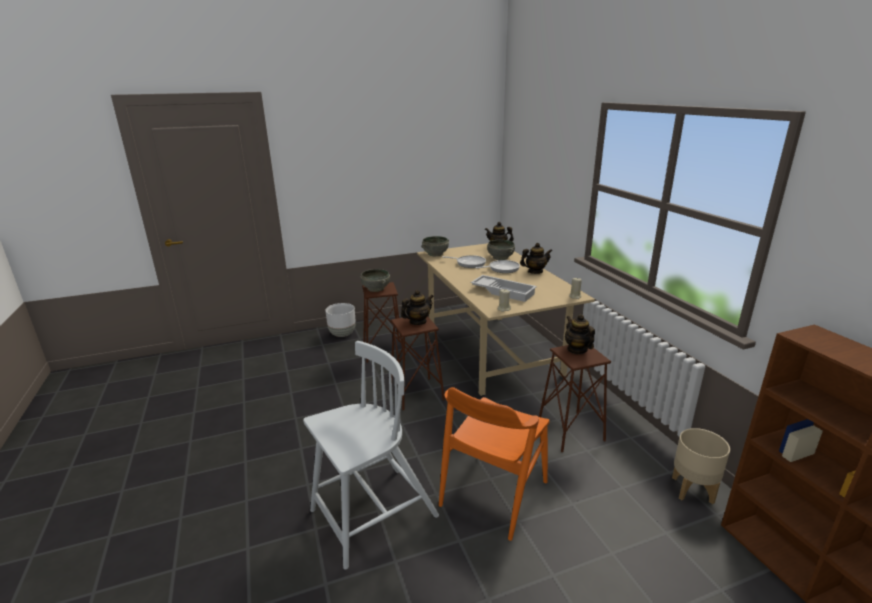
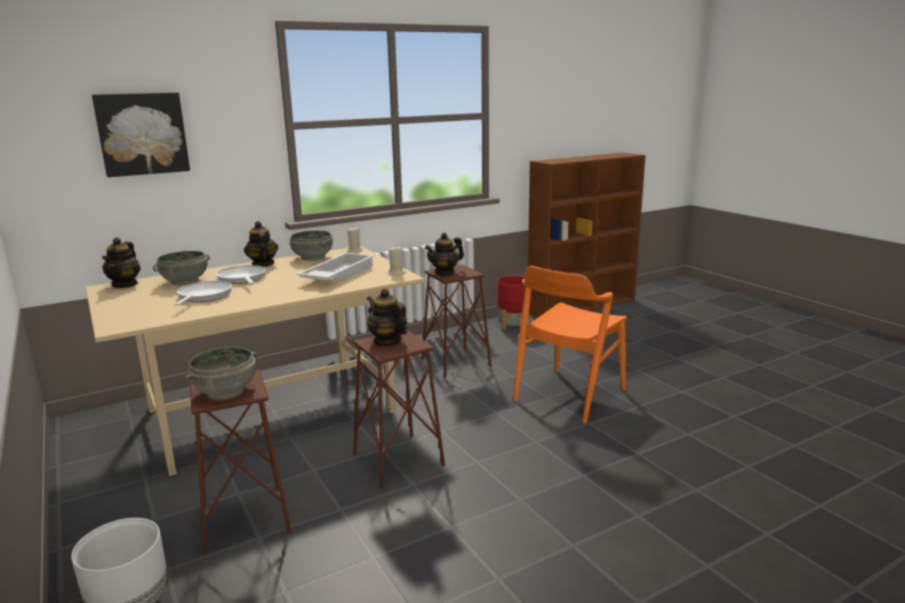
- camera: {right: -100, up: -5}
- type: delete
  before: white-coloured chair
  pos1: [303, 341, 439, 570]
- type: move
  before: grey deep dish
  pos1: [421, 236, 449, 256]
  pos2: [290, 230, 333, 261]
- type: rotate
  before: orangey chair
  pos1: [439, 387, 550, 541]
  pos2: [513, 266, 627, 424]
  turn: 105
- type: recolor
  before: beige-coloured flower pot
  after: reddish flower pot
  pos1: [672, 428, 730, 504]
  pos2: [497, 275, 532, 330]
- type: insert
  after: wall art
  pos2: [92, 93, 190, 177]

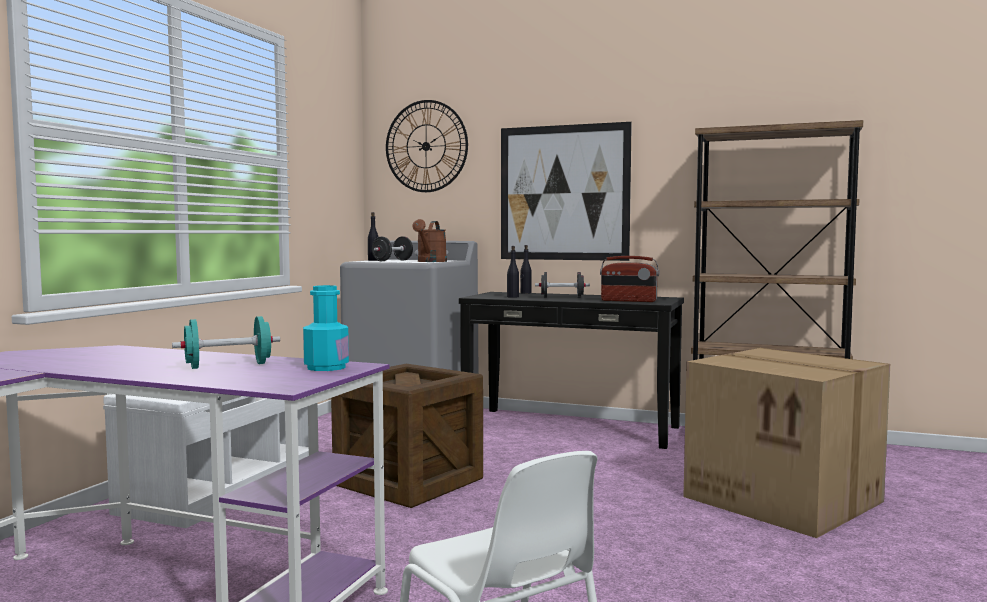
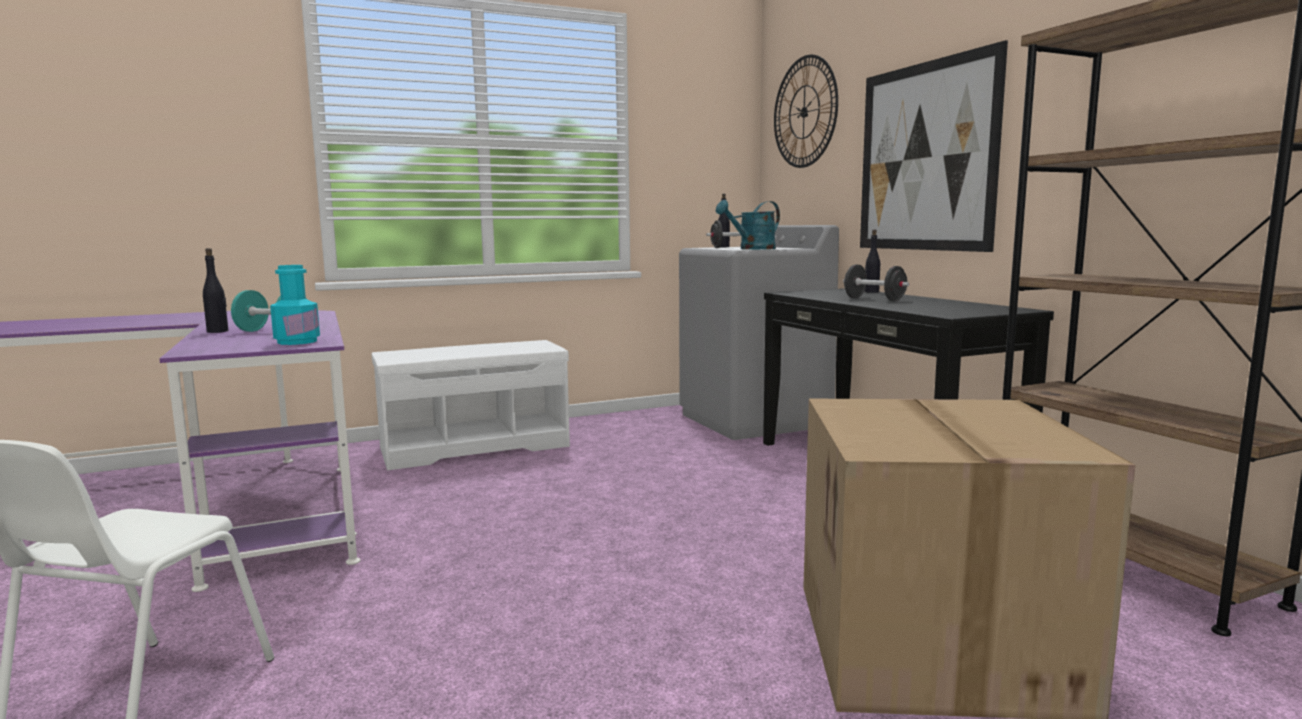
- camera: {right: 45, up: 5}
- type: delete
  before: shipping crate
  pos1: [331, 364, 483, 508]
- type: recolor
  before: brown-coloured watering pot
  after: blue-green watering pot
  pos1: [412, 219, 447, 262]
  pos2: [716, 200, 780, 250]
- type: move
  before: black drink bottle
  pos1: [507, 246, 519, 298]
  pos2: [203, 248, 228, 333]
- type: delete
  before: radio receiver
  pos1: [600, 256, 659, 302]

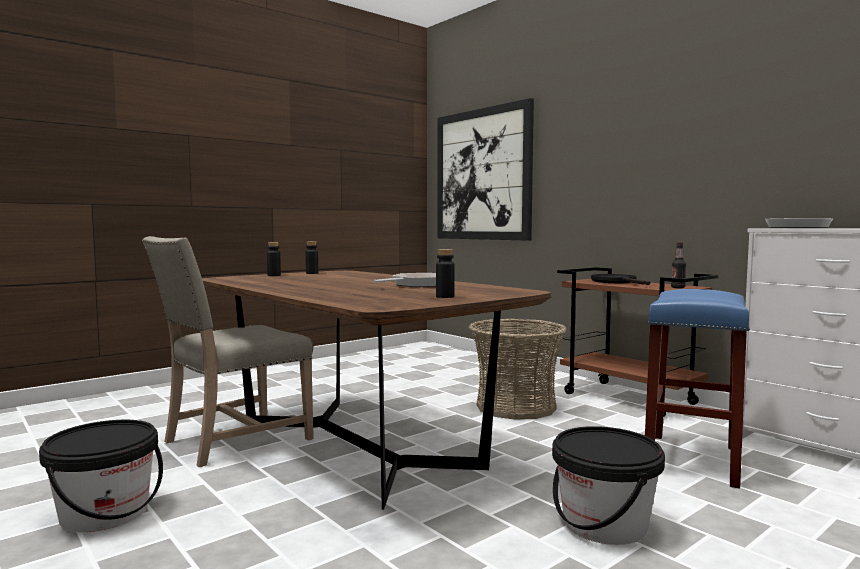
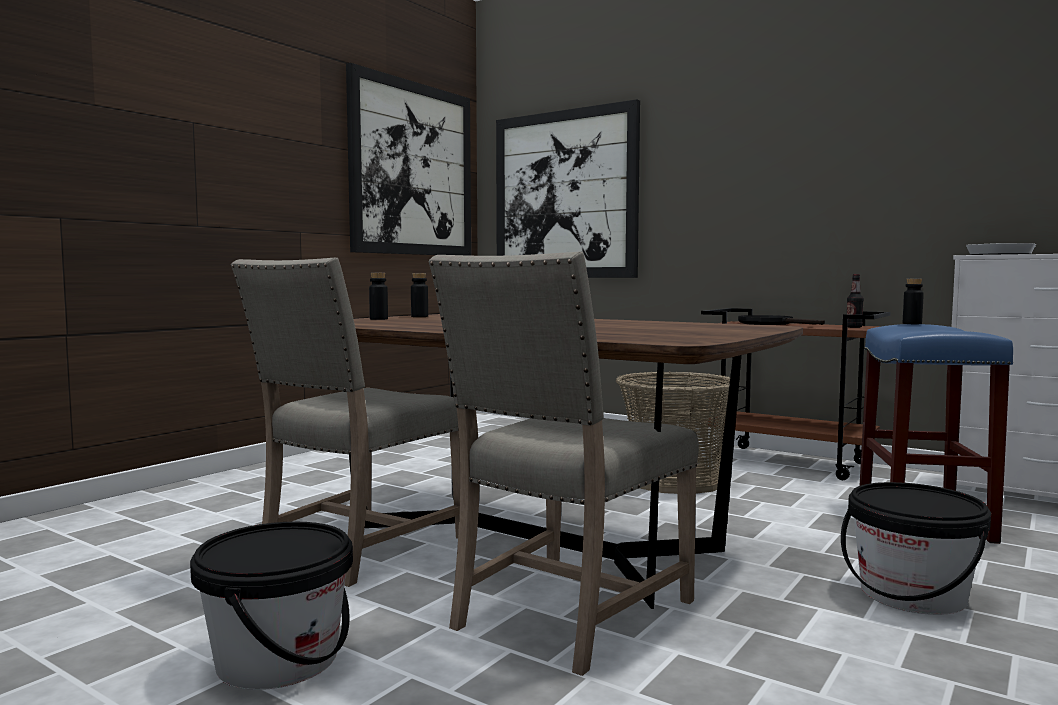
- camera: {right: -15, up: 0}
- type: delete
  before: skillet
  pos1: [373, 273, 436, 287]
- type: move
  before: black drink bottle
  pos1: [436, 249, 455, 298]
  pos2: [903, 279, 924, 324]
- type: insert
  after: wall art
  pos2: [346, 63, 471, 256]
- type: insert
  after: beige-coloured chair
  pos2: [429, 251, 699, 676]

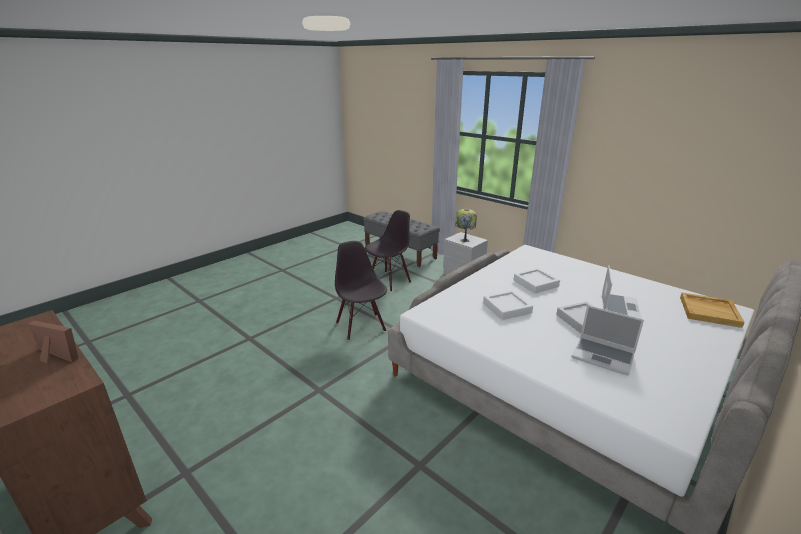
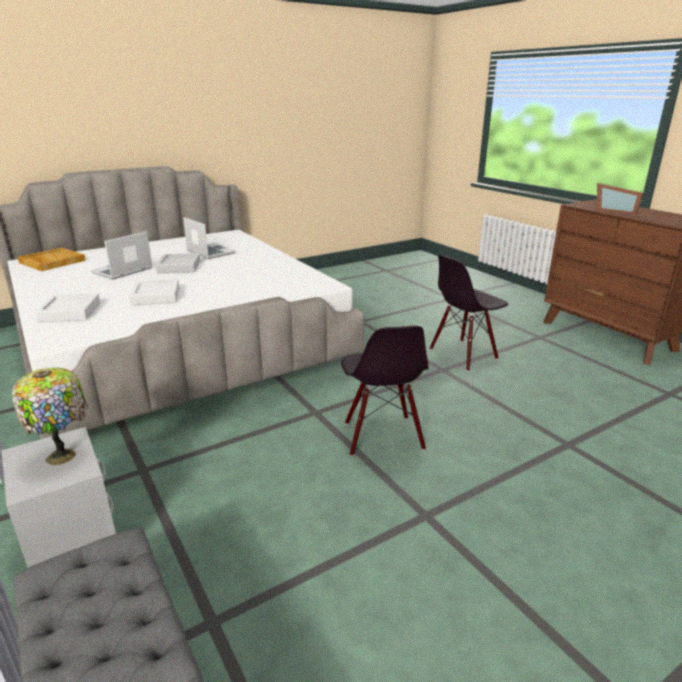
- camera: {right: -165, up: 0}
- type: move
  before: black chair
  pos1: [365, 210, 411, 292]
  pos2: [430, 255, 508, 371]
- type: move
  before: white-coloured tray
  pos1: [483, 290, 533, 320]
  pos2: [35, 293, 100, 322]

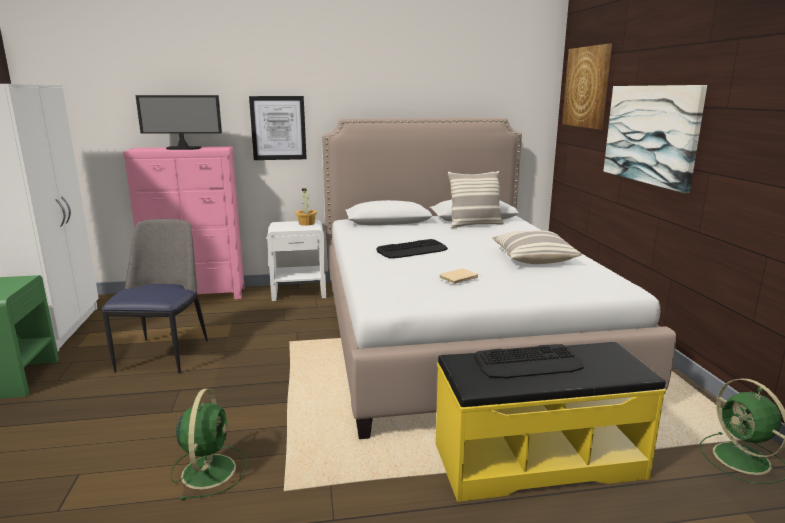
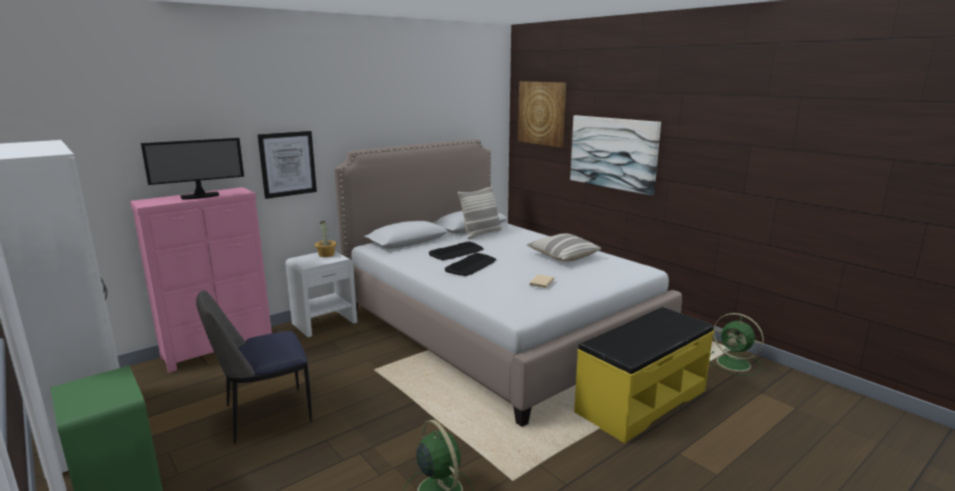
- camera: {right: -30, up: 0}
- type: rotate
  before: chair
  pos1: [102, 219, 208, 374]
  pos2: [196, 290, 312, 443]
  turn: -90
- type: move
  before: computer keyboard
  pos1: [474, 344, 584, 378]
  pos2: [429, 241, 484, 260]

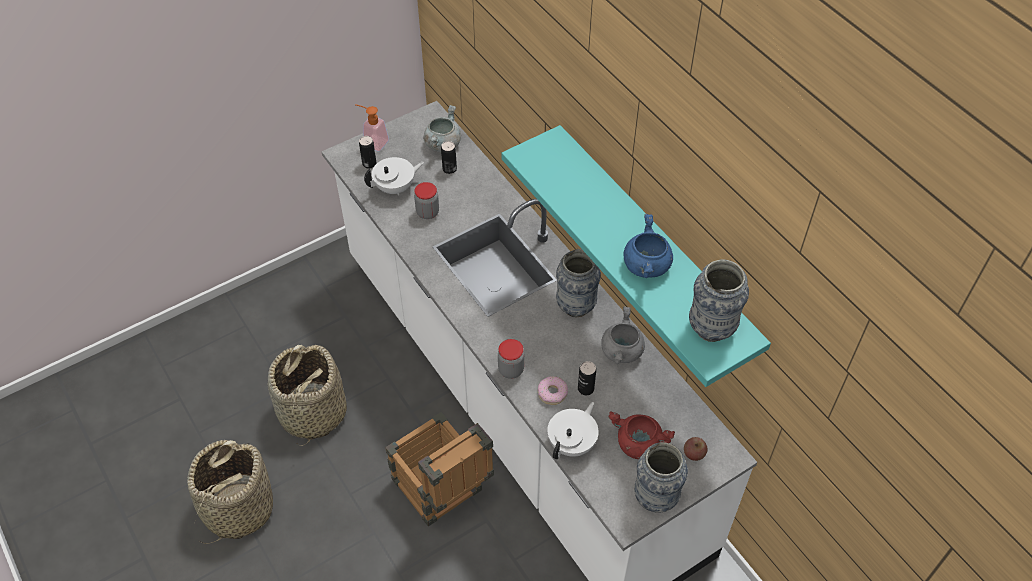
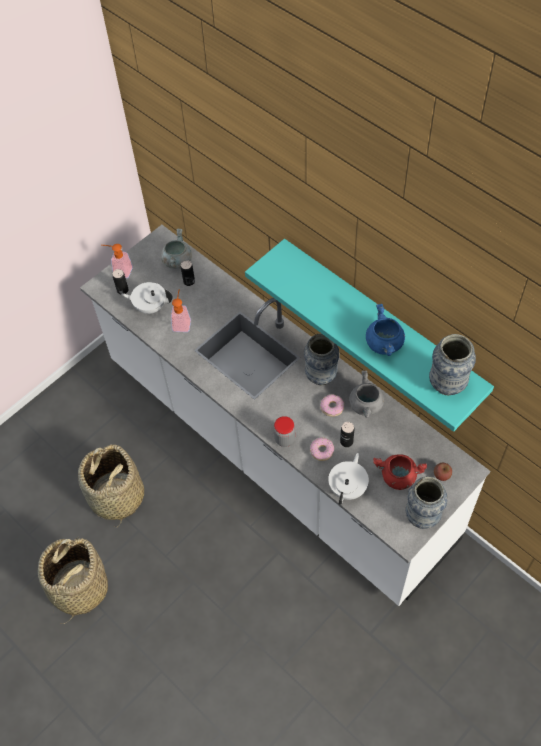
- camera: {right: -10, up: 5}
- type: rotate
  before: white-coloured tea pot
  pos1: [364, 157, 424, 196]
  pos2: [121, 282, 172, 314]
  turn: -135
- type: delete
  before: shipping crate
  pos1: [385, 412, 494, 527]
- type: replace
  before: storage jar
  after: liquid soap bottle
  pos1: [414, 182, 439, 219]
  pos2: [171, 289, 191, 332]
- type: insert
  after: donut
  pos2: [320, 394, 344, 417]

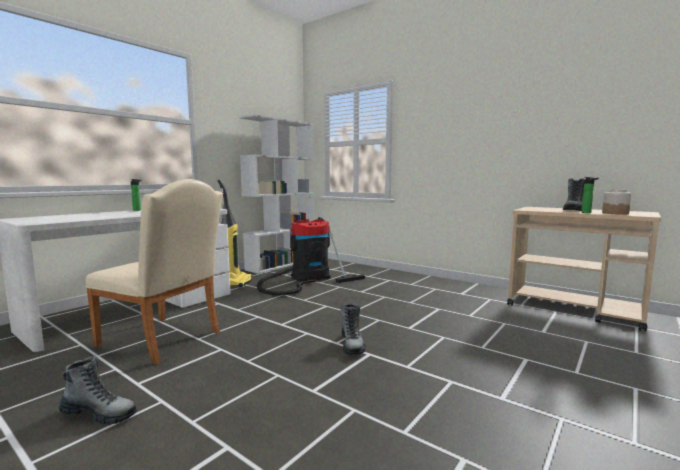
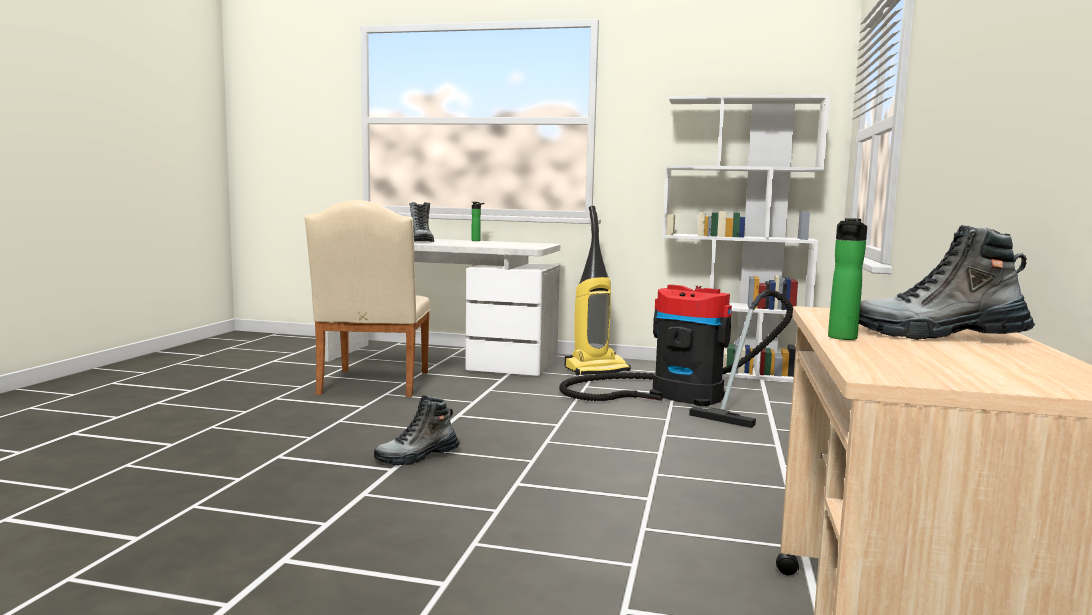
- camera: {right: 65, up: 0}
- type: move
  before: boot
  pos1: [59, 356, 137, 425]
  pos2: [409, 202, 434, 242]
- type: delete
  before: storage jar
  pos1: [602, 189, 631, 215]

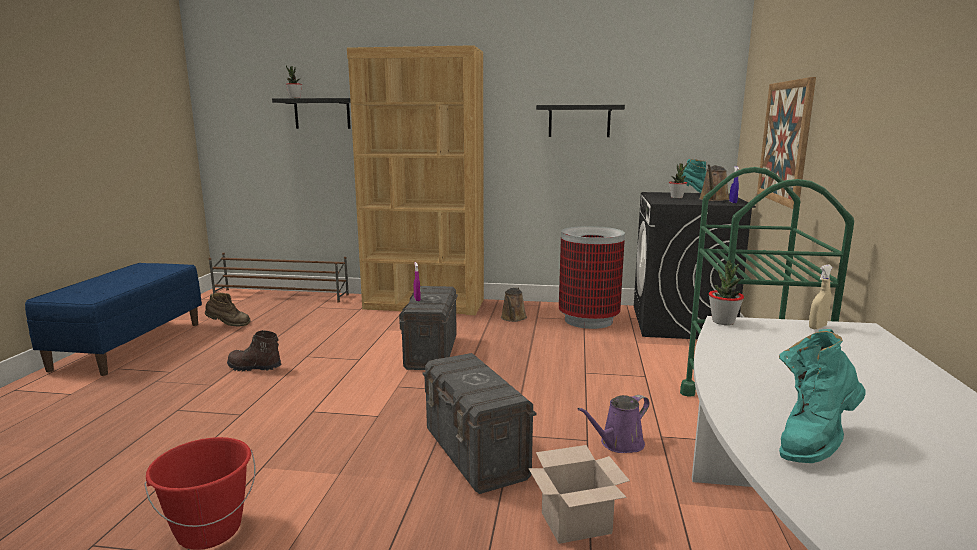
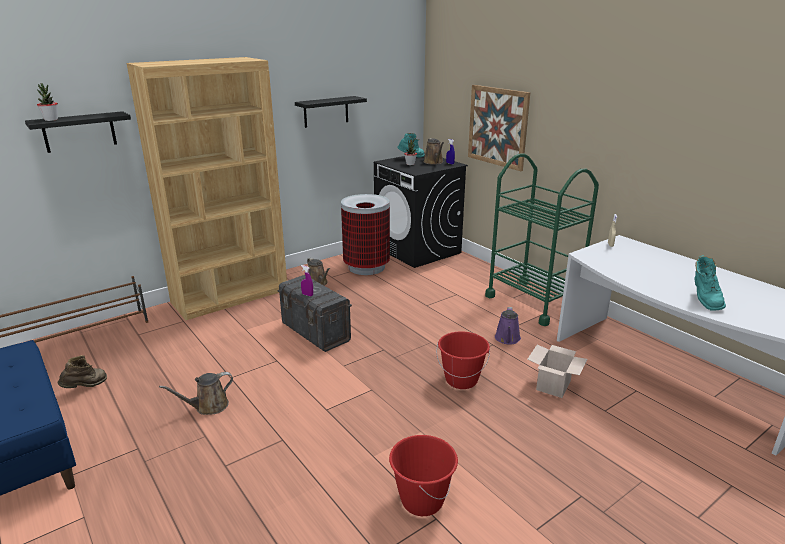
- camera: {right: -45, up: 10}
- type: replace
  before: brown-coloured boot
  after: brown-coloured watering pot
  pos1: [227, 330, 281, 371]
  pos2: [159, 372, 233, 415]
- type: replace
  before: grey storage bin
  after: reddish water bucket
  pos1: [423, 353, 537, 494]
  pos2: [436, 331, 490, 389]
- type: delete
  before: potted plant
  pos1: [709, 260, 744, 325]

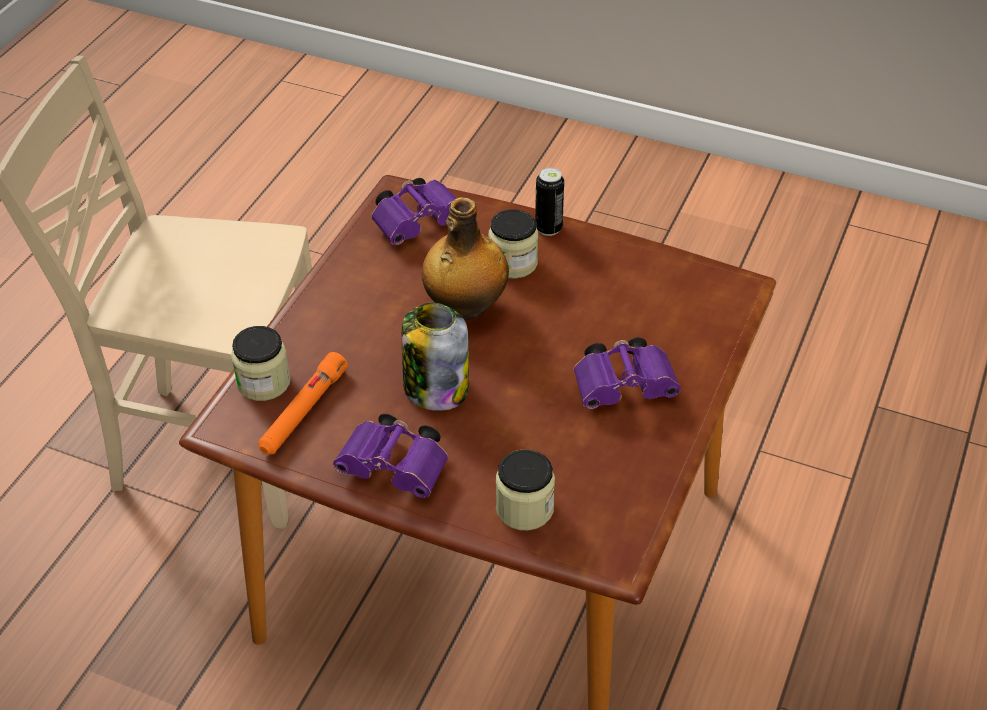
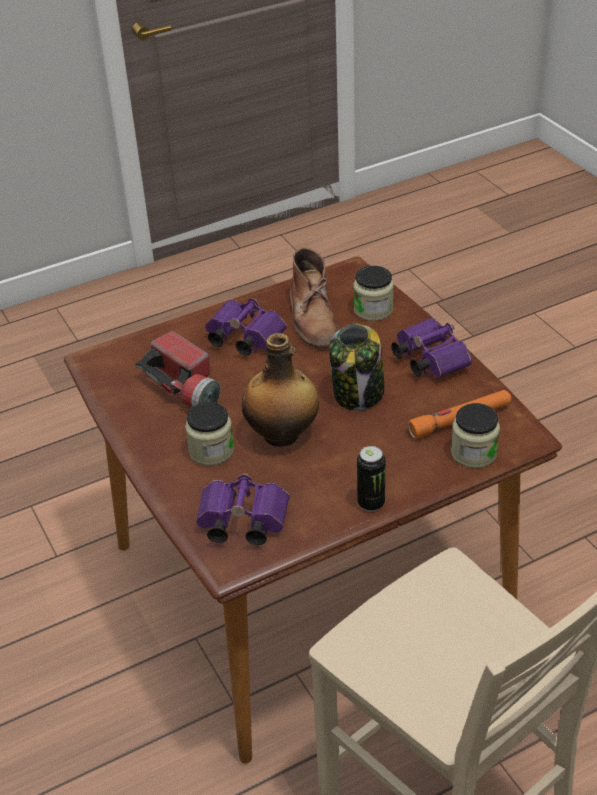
- camera: {right: -140, up: -5}
- type: move
  before: sealed can
  pos1: [535, 167, 564, 236]
  pos2: [357, 446, 385, 512]
- type: insert
  after: hand torch
  pos2: [135, 331, 221, 407]
- type: insert
  after: brown-coloured boot
  pos2: [290, 248, 339, 348]

